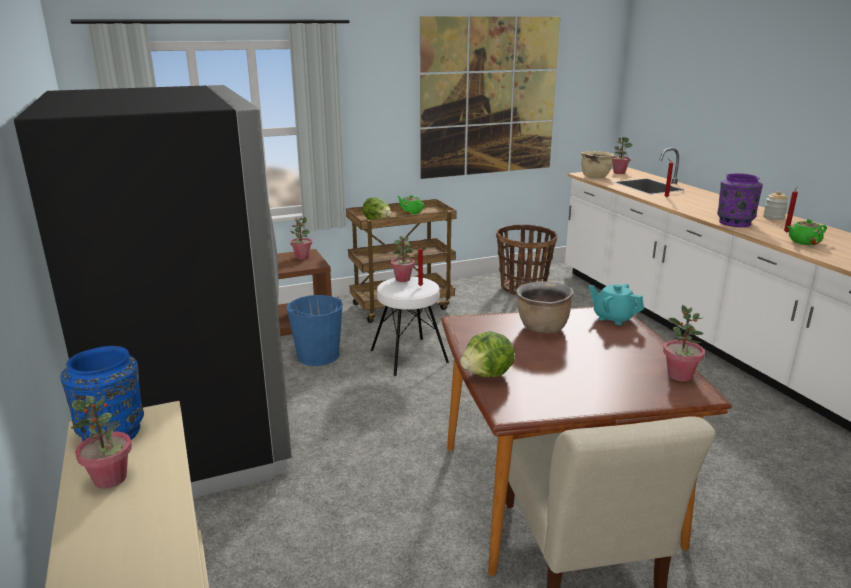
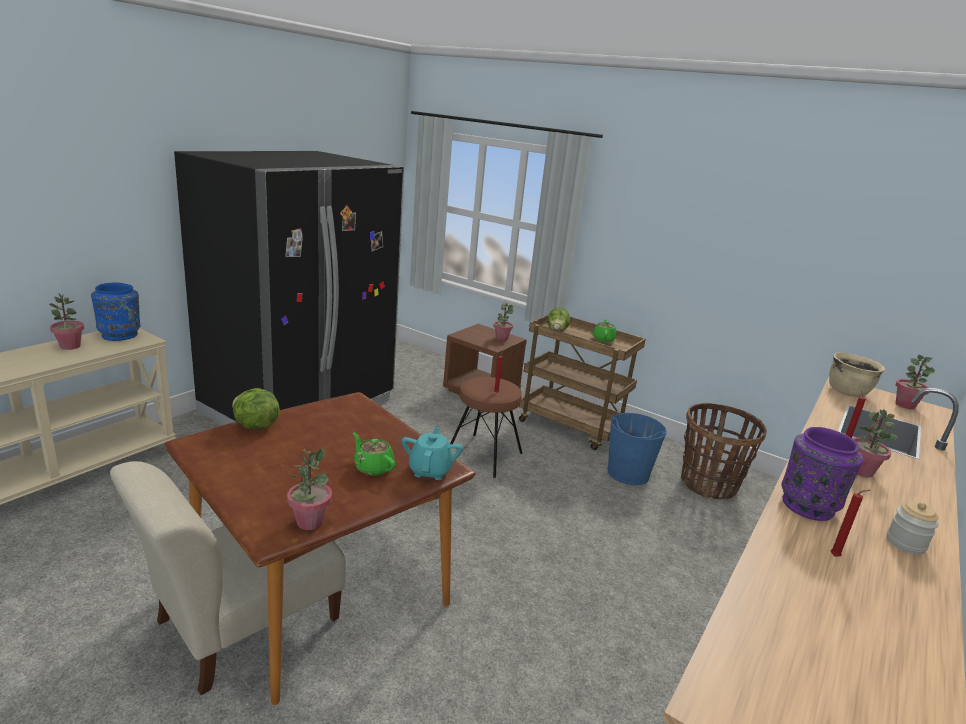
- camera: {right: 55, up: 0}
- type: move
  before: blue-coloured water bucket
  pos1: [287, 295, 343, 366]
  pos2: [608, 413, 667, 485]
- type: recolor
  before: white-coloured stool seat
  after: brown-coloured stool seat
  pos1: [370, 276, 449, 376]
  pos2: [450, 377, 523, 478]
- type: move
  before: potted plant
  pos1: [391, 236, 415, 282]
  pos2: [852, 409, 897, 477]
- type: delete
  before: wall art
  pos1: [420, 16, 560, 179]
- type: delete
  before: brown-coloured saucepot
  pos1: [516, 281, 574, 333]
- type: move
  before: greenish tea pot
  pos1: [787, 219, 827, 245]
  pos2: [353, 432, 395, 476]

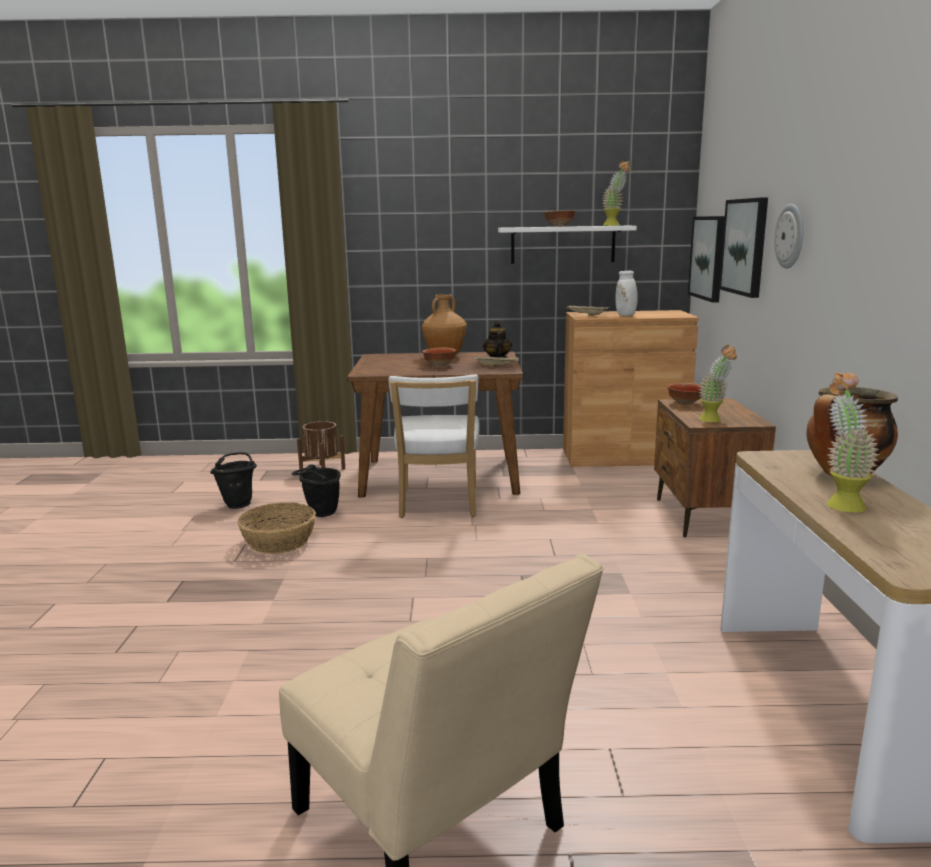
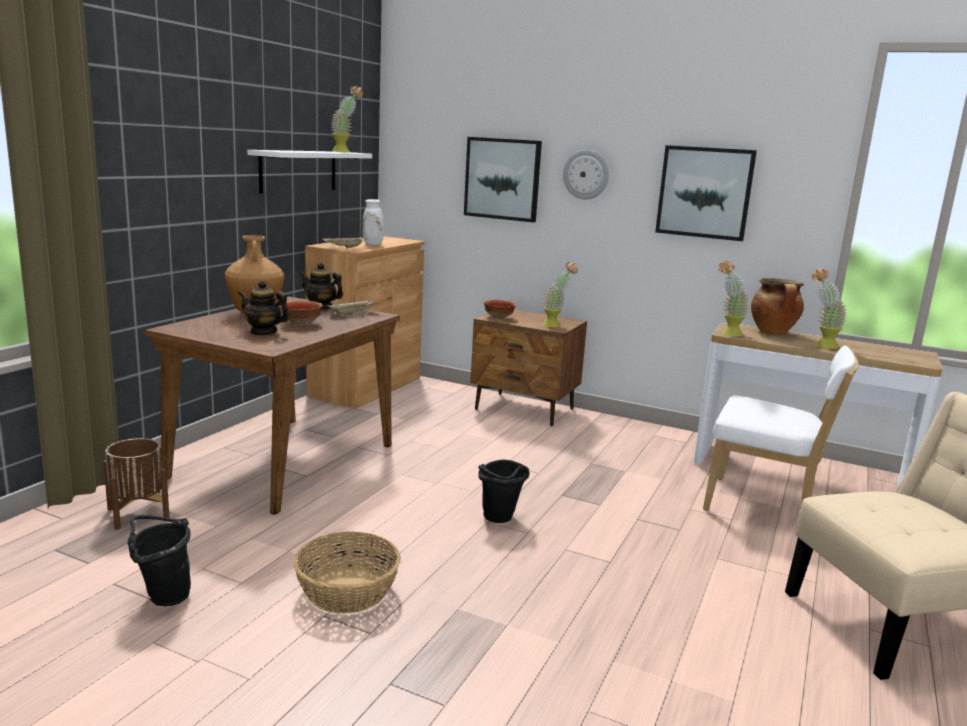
- camera: {right: -65, up: 0}
- type: move
  before: black water bucket
  pos1: [292, 465, 341, 517]
  pos2: [478, 460, 530, 523]
- type: move
  before: white-coloured chair
  pos1: [388, 375, 479, 518]
  pos2: [703, 346, 859, 511]
- type: delete
  before: deep dish
  pos1: [544, 210, 576, 227]
- type: move
  before: wall art
  pos1: [688, 216, 725, 303]
  pos2: [655, 145, 757, 241]
- type: insert
  after: tea pot
  pos2: [238, 280, 289, 335]
- type: insert
  after: potted plant
  pos2: [718, 260, 749, 337]

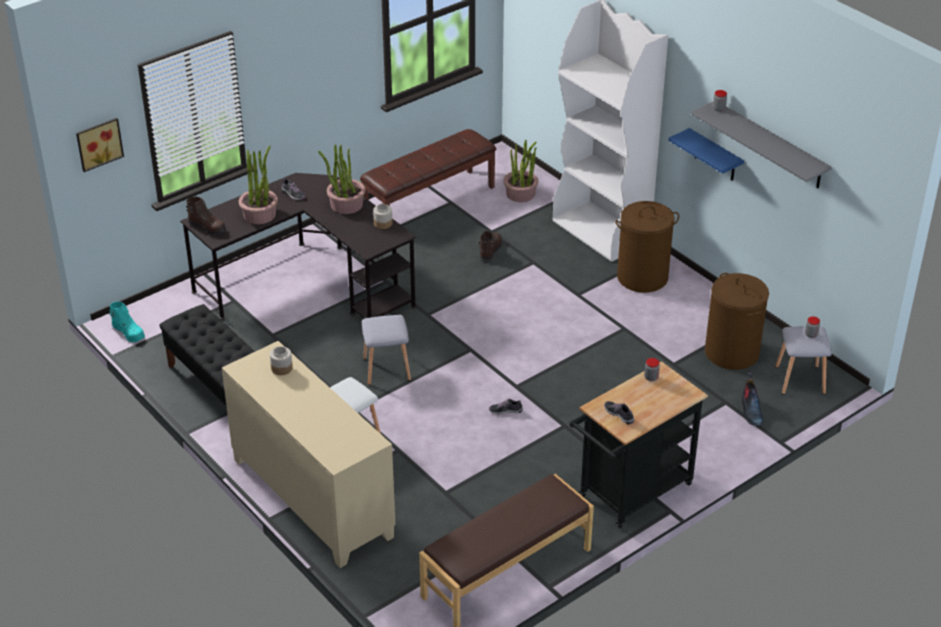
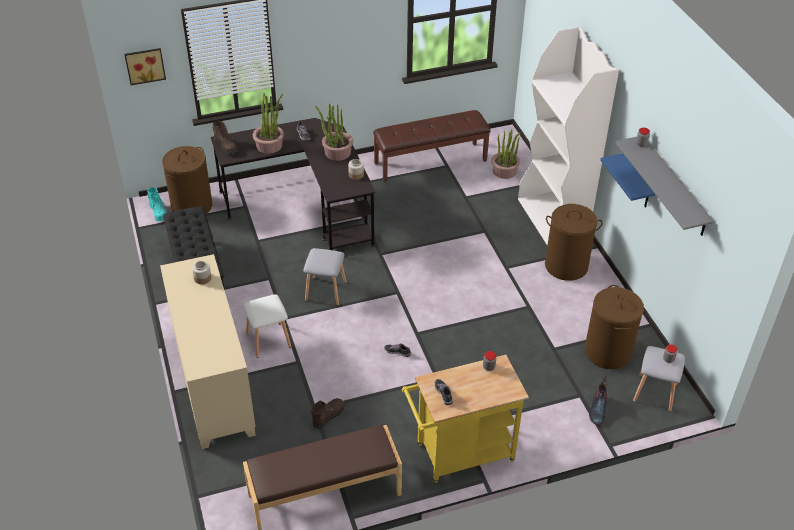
- camera: {right: 20, up: 5}
- type: move
  before: brown-coloured boot
  pos1: [479, 231, 502, 261]
  pos2: [310, 398, 345, 429]
- type: recolor
  before: black wheeled cart
  after: yellowish wheeled cart
  pos1: [569, 361, 708, 528]
  pos2: [402, 355, 529, 483]
- type: insert
  after: brown-coloured laundry basket
  pos2: [162, 146, 212, 214]

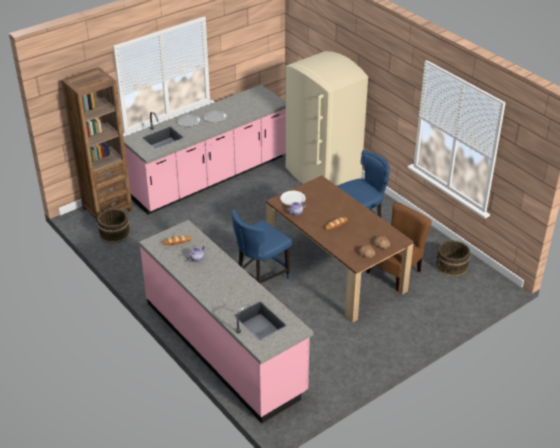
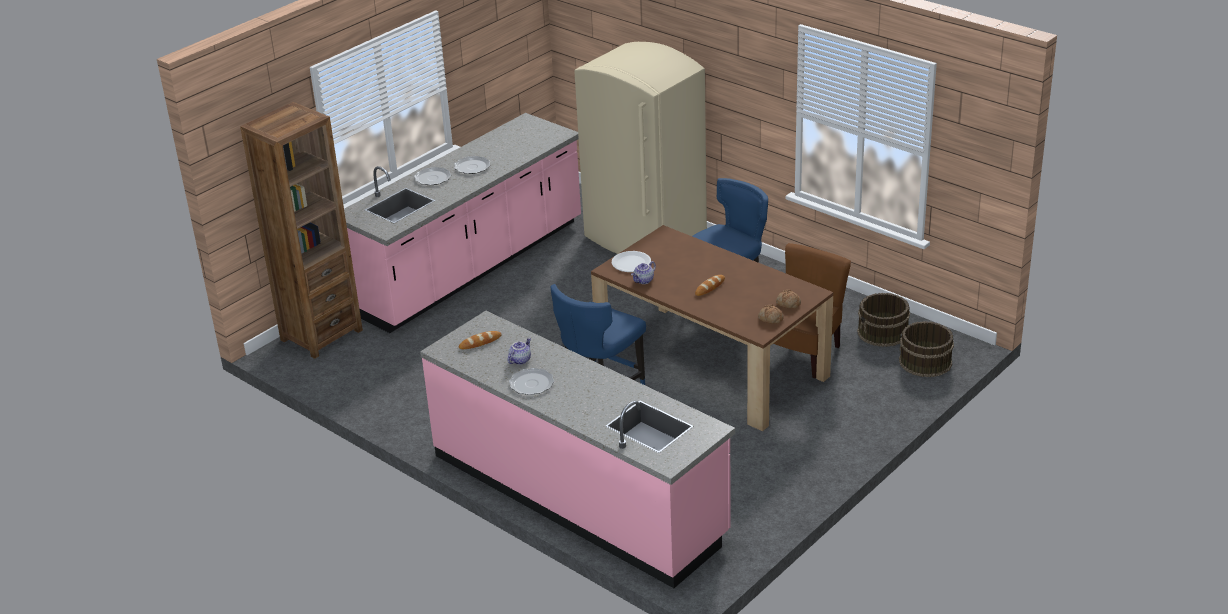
- camera: {right: -10, up: -5}
- type: move
  before: brown-coloured water bucket
  pos1: [97, 209, 130, 243]
  pos2: [899, 321, 954, 377]
- type: insert
  after: plate
  pos2: [509, 368, 554, 395]

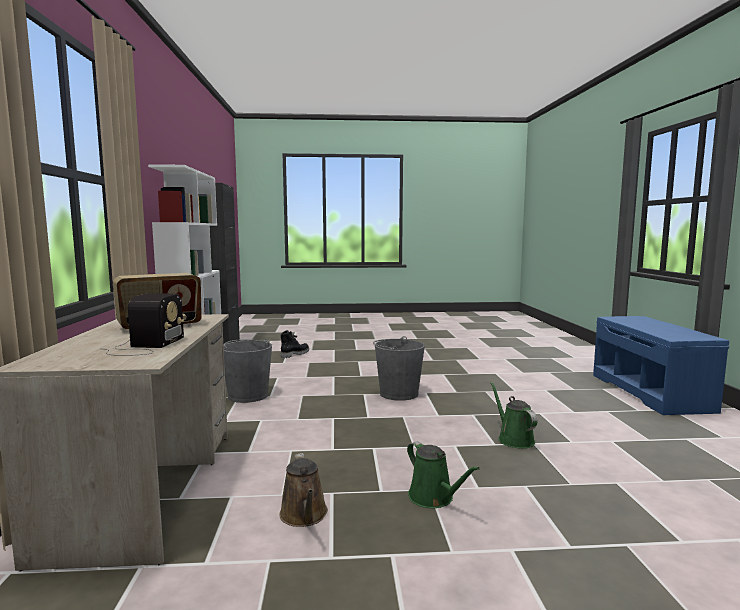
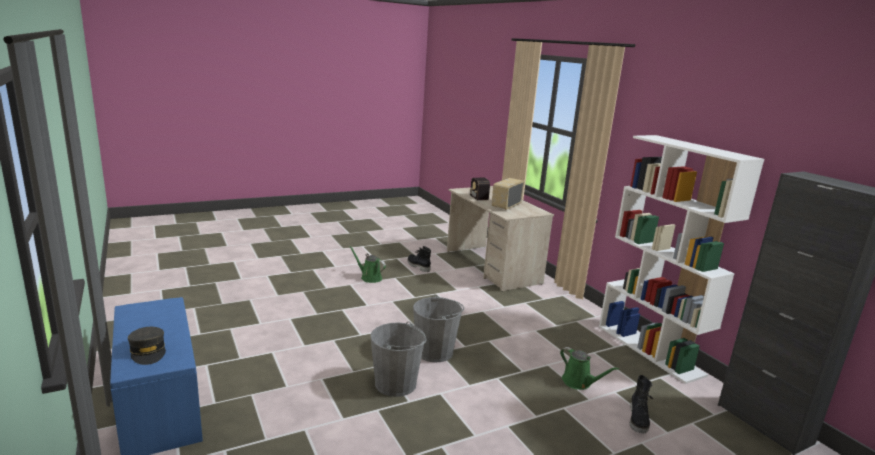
- camera: {right: 155, up: 10}
- type: move
  before: grey water bucket
  pos1: [223, 339, 272, 403]
  pos2: [370, 322, 426, 397]
- type: replace
  before: brown-coloured watering pot
  after: black boot
  pos1: [279, 453, 328, 527]
  pos2: [407, 246, 431, 272]
- type: move
  before: greenish watering pot
  pos1: [490, 382, 537, 449]
  pos2: [560, 347, 619, 390]
- type: insert
  after: grey baseball cap
  pos2: [128, 327, 166, 365]

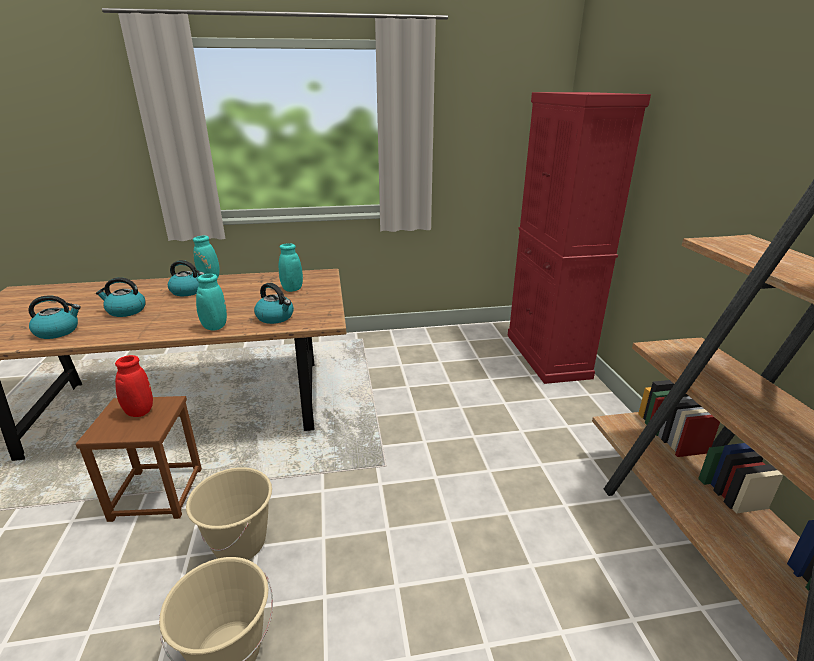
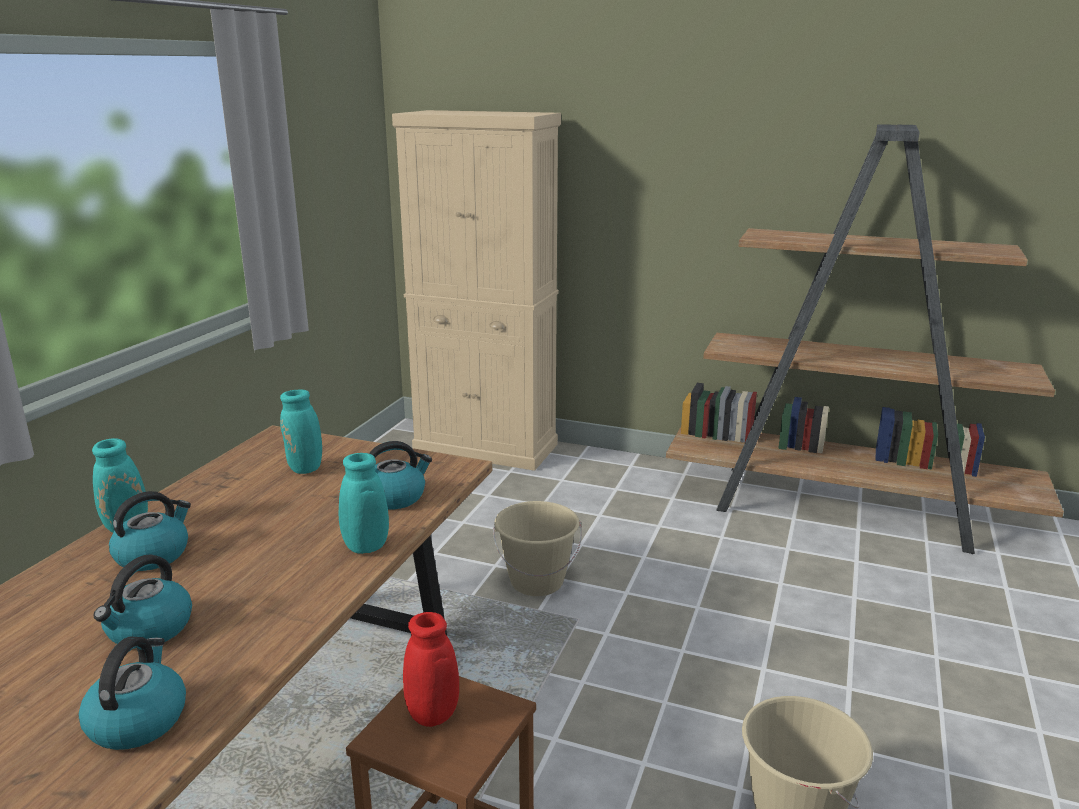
- camera: {right: -60, up: -5}
- type: move
  before: beige-coloured water bucket
  pos1: [186, 467, 272, 560]
  pos2: [493, 501, 582, 596]
- type: recolor
  before: reddish cabinet
  after: beige-coloured cabinet
  pos1: [507, 92, 651, 384]
  pos2: [392, 110, 561, 471]

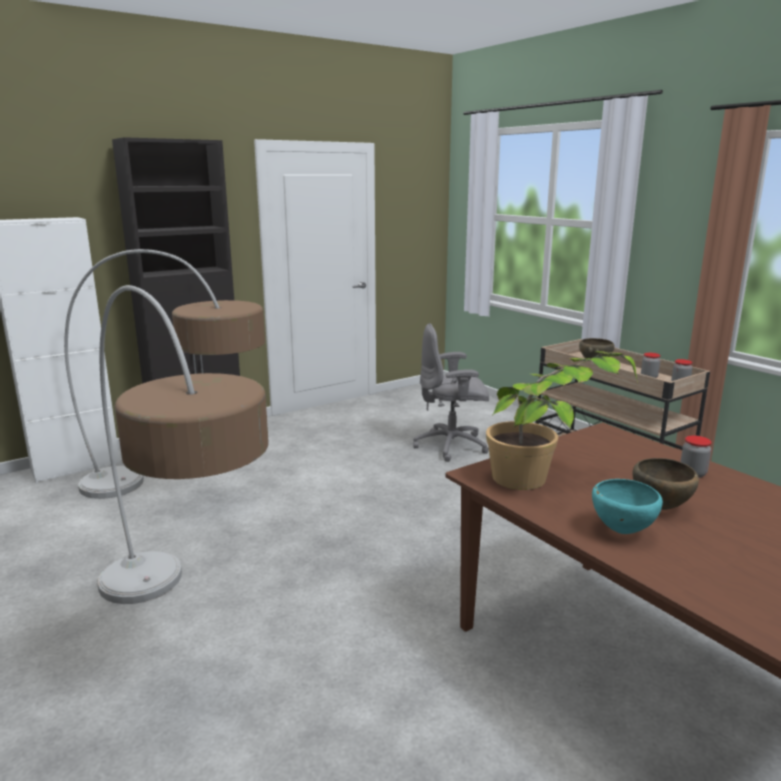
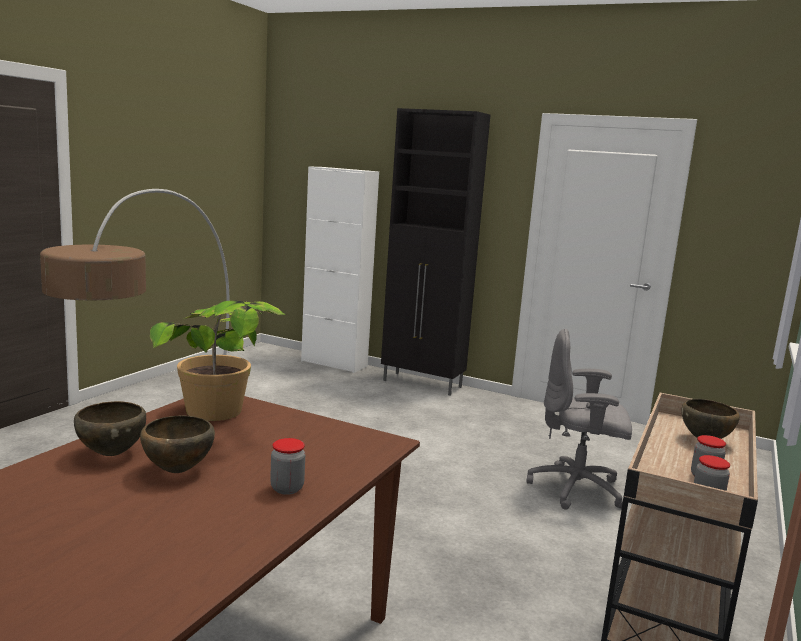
- camera: {right: 60, up: -5}
- type: delete
  before: standing lamp
  pos1: [64, 249, 265, 499]
- type: rotate
  before: grey computer chair
  pos1: [413, 323, 489, 462]
  pos2: [527, 329, 632, 510]
  turn: -45
- type: recolor
  before: blue-green deep dish
  after: brown-coloured deep dish
  pos1: [592, 479, 663, 534]
  pos2: [74, 401, 146, 456]

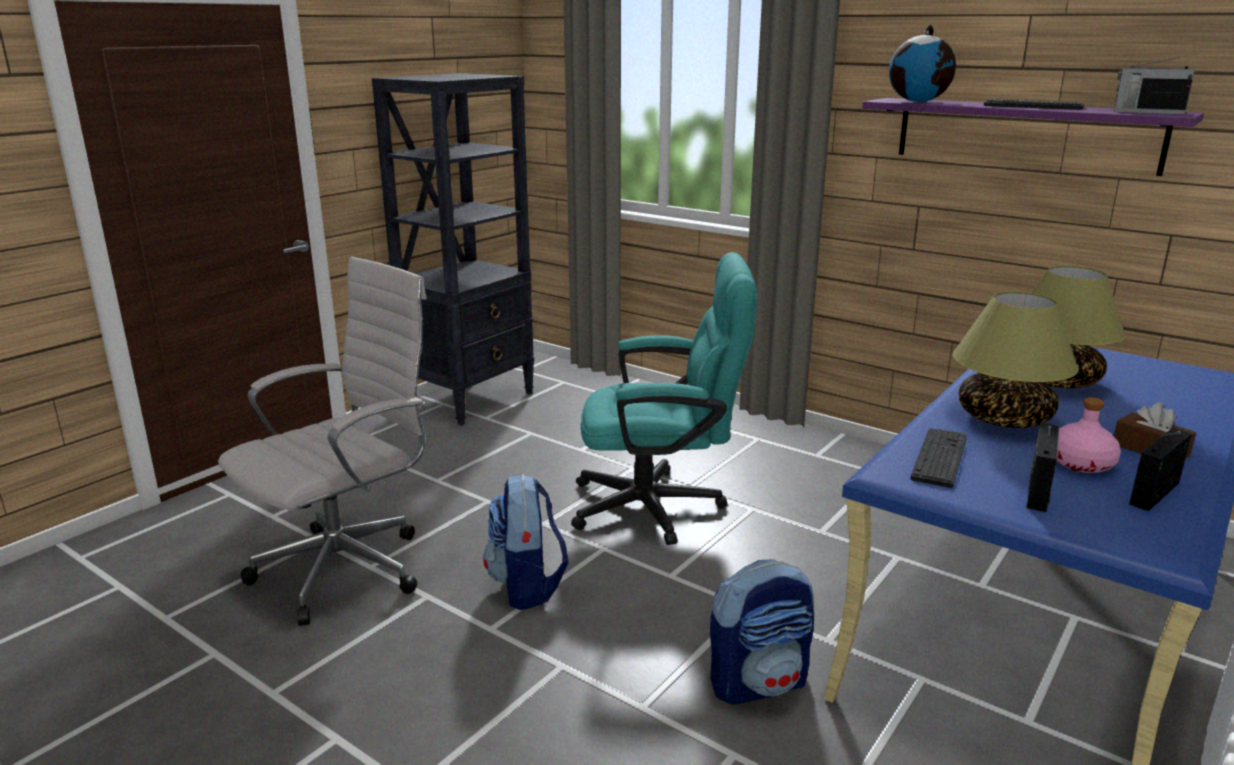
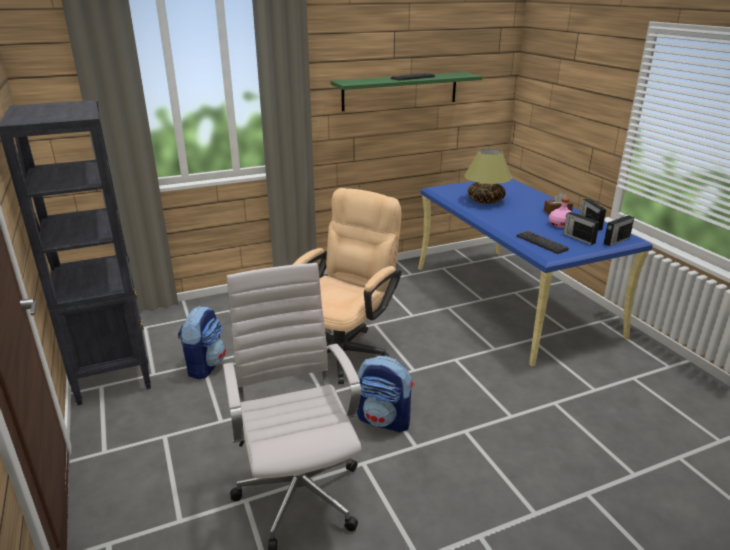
- camera: {right: -60, up: 5}
- type: recolor
  before: blue-green computer chair
  after: beige-coloured computer chair
  pos1: [571, 252, 757, 545]
  pos2: [293, 188, 402, 384]
- type: move
  before: backpack
  pos1: [710, 559, 814, 705]
  pos2: [178, 306, 226, 380]
- type: recolor
  before: purple-coloured bracket shelf
  after: greenish bracket shelf
  pos1: [862, 98, 1204, 176]
  pos2: [331, 72, 482, 111]
- type: delete
  before: globe
  pos1: [889, 25, 956, 102]
- type: delete
  before: tabletop lamp
  pos1: [953, 292, 1079, 428]
- type: move
  before: radio receiver
  pos1: [1114, 56, 1195, 115]
  pos2: [604, 211, 634, 246]

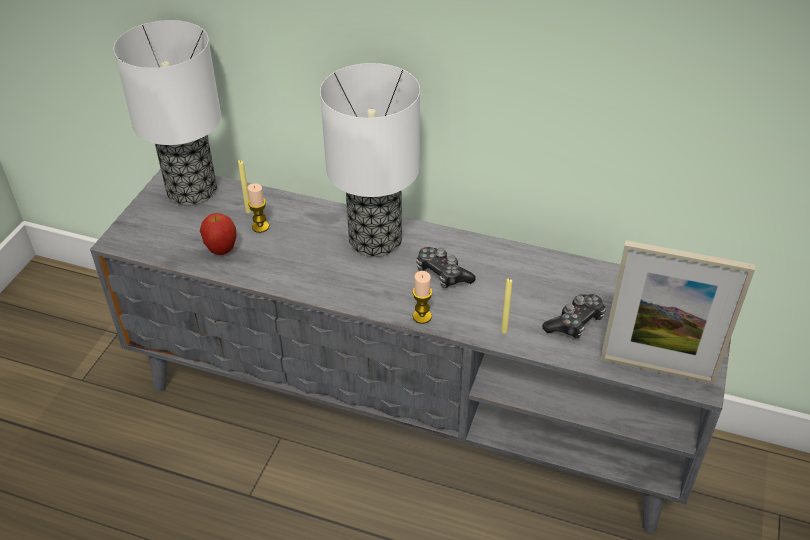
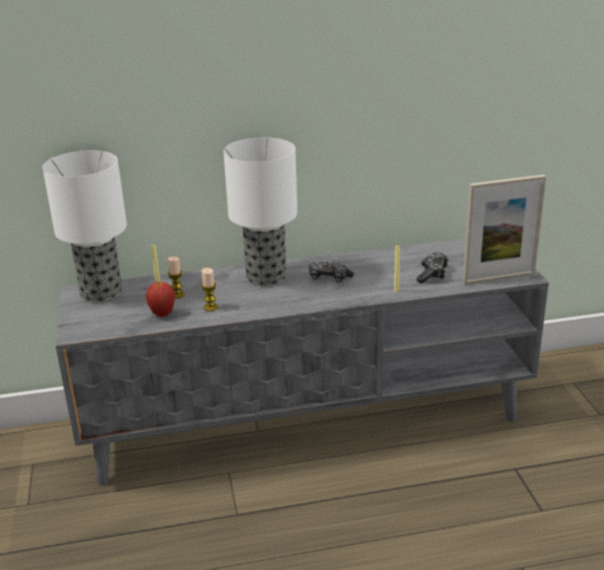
- camera: {right: -30, up: -15}
- type: move
  before: wax light
  pos1: [413, 271, 433, 324]
  pos2: [201, 268, 218, 311]

